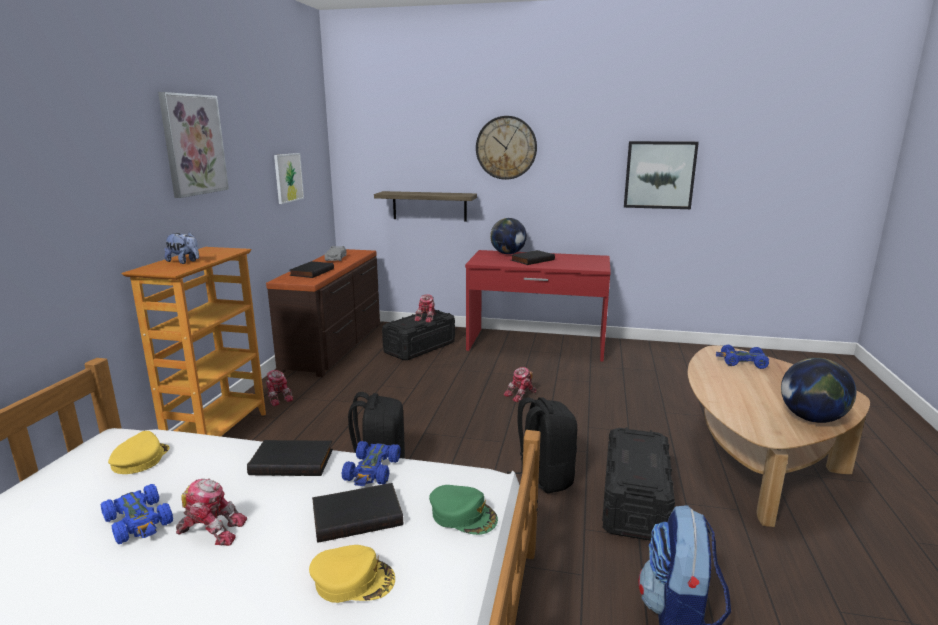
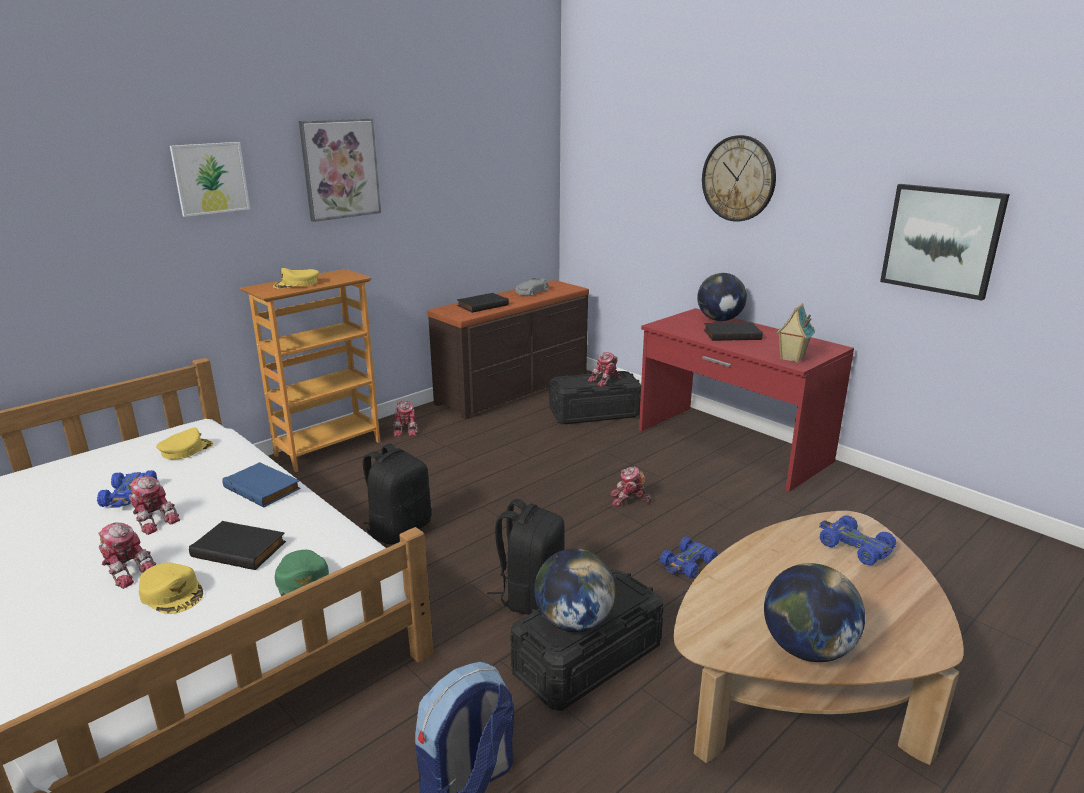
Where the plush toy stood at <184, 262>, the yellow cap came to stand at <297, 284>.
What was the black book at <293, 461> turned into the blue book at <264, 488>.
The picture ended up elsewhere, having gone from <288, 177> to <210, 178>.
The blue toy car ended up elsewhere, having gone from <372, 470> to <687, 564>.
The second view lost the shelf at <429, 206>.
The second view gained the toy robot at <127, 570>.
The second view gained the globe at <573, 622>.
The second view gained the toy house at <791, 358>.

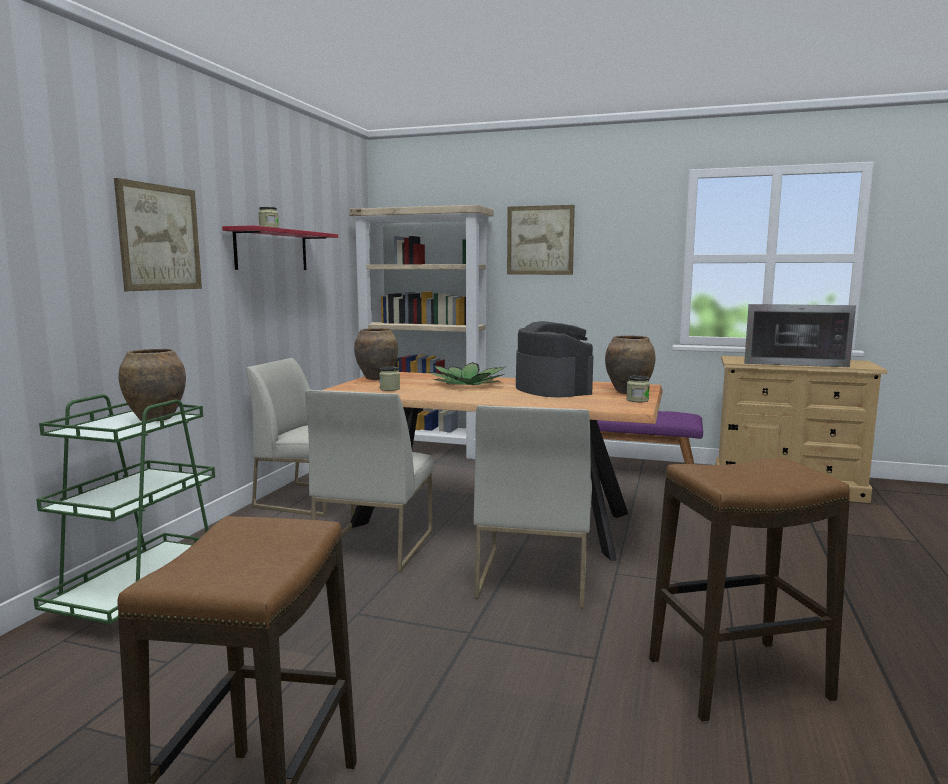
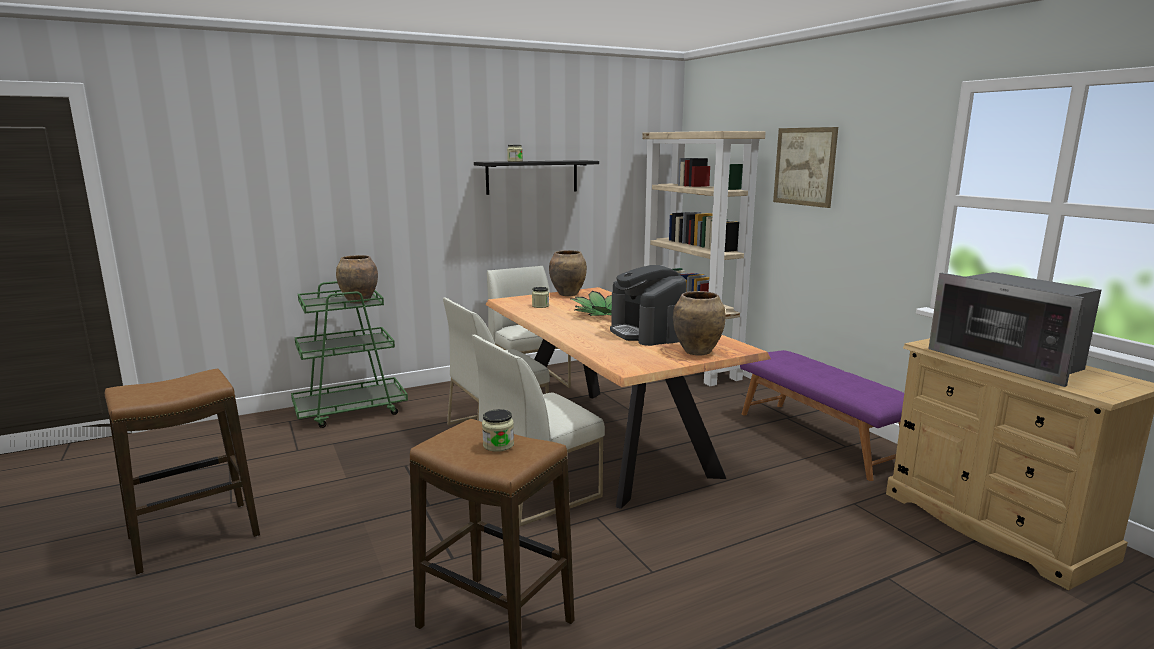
The second view lost the picture at <160, 238>.
What was the red shelf at <272, 250> turned into the black shelf at <532, 177>.
The coffee machine at <552, 389> ended up facing another way, 135 degrees clockwise from before.
The jar ended up elsewhere, having gone from <637, 400> to <498, 445>.

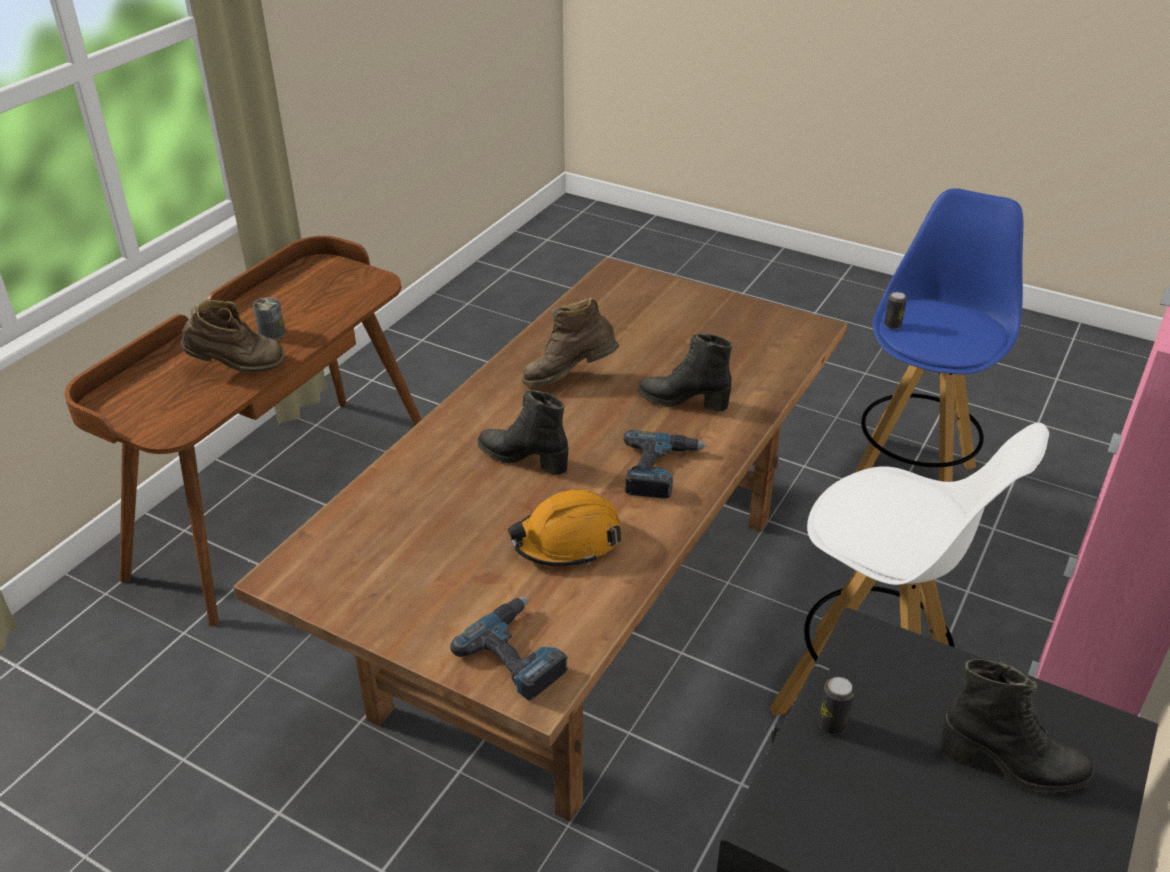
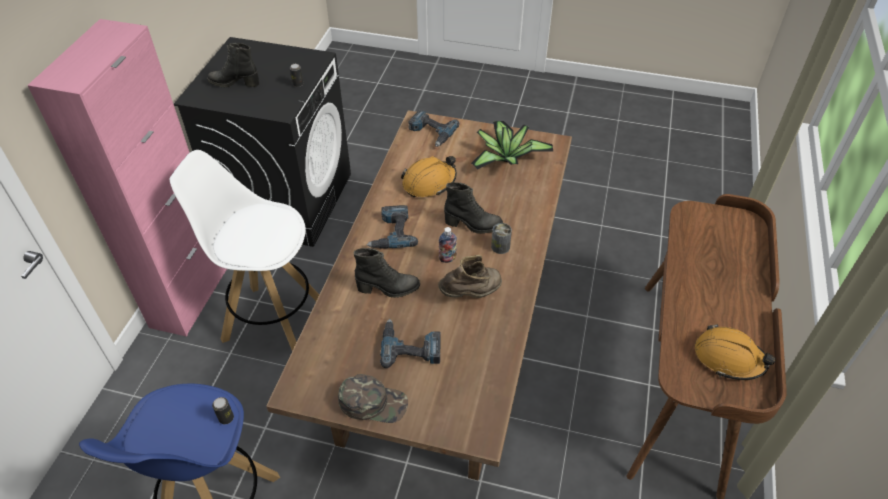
The second view lost the brown boot at <237, 368>.
The can ended up elsewhere, having gone from <272, 333> to <500, 247>.
The second view gained the green cap at <373, 402>.
The second view gained the power drill at <411, 347>.
The second view gained the bottle at <447, 258>.
The second view gained the potted plant at <506, 158>.
The second view gained the orange hard hat at <729, 358>.

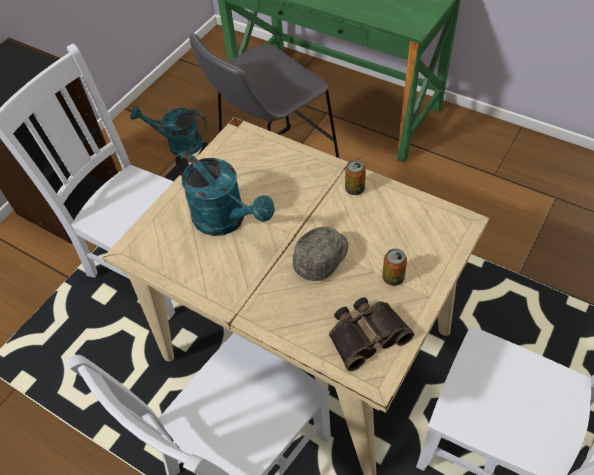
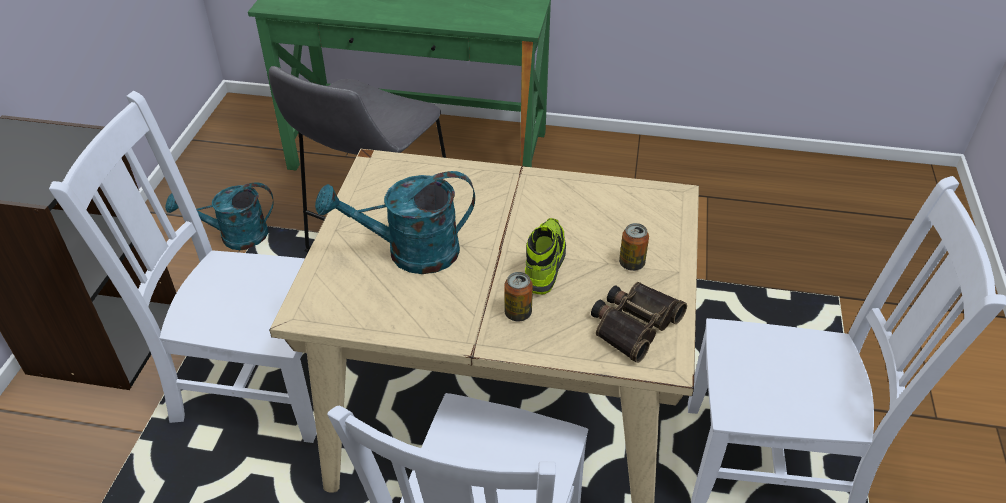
The turquoise watering can at <226, 220> ended up facing another way, 150 degrees clockwise from before.
Where the grey cap stood at <322, 258>, the shoe came to stand at <544, 263>.
The can ended up elsewhere, having gone from <354, 189> to <518, 313>.

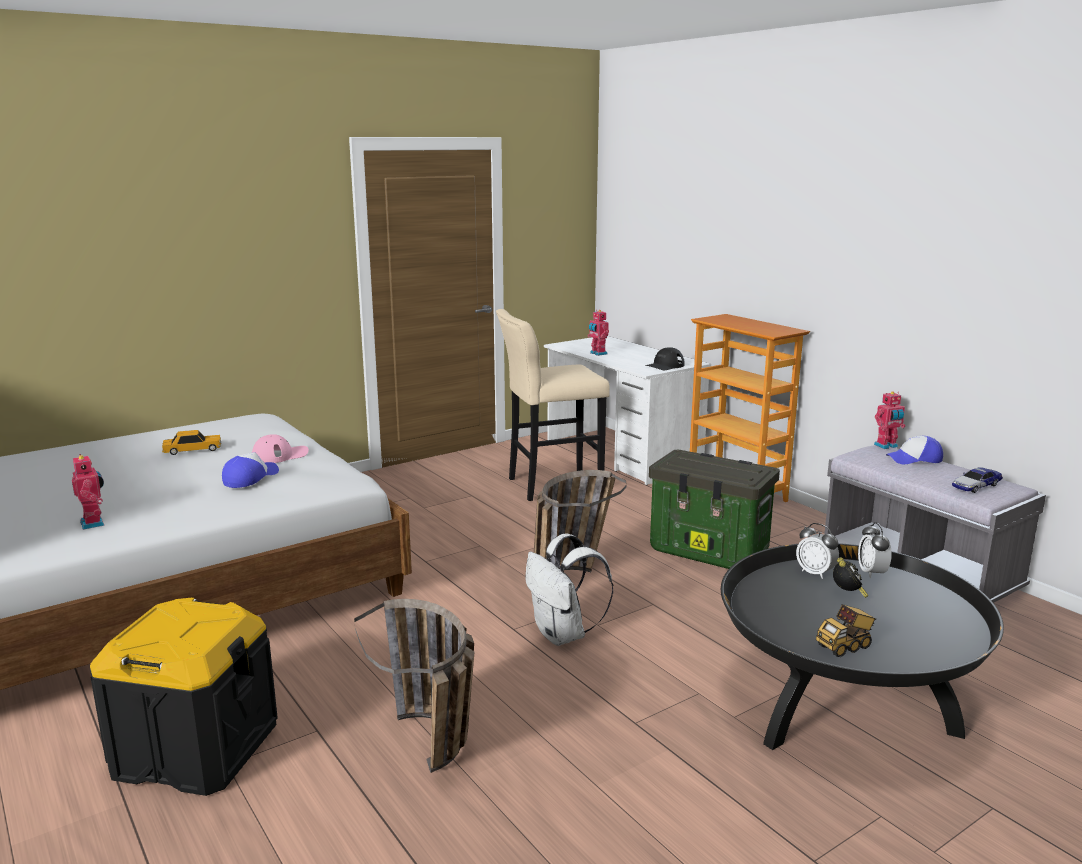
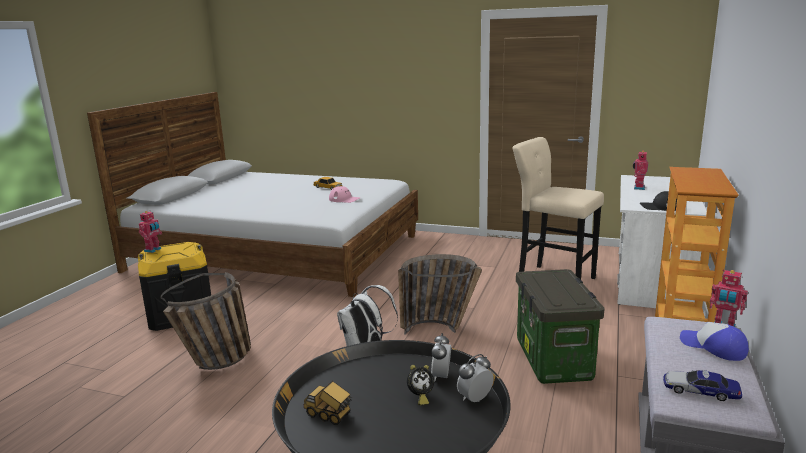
The toy robot ended up elsewhere, having gone from <94, 523> to <153, 250>.
The second view lost the cap at <250, 478>.

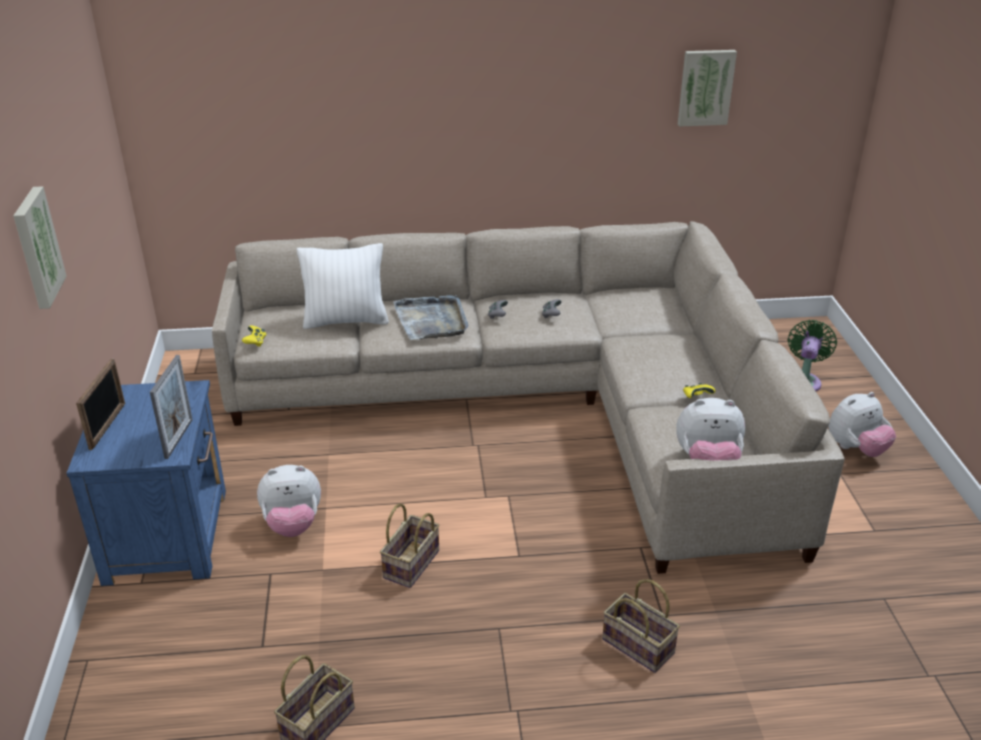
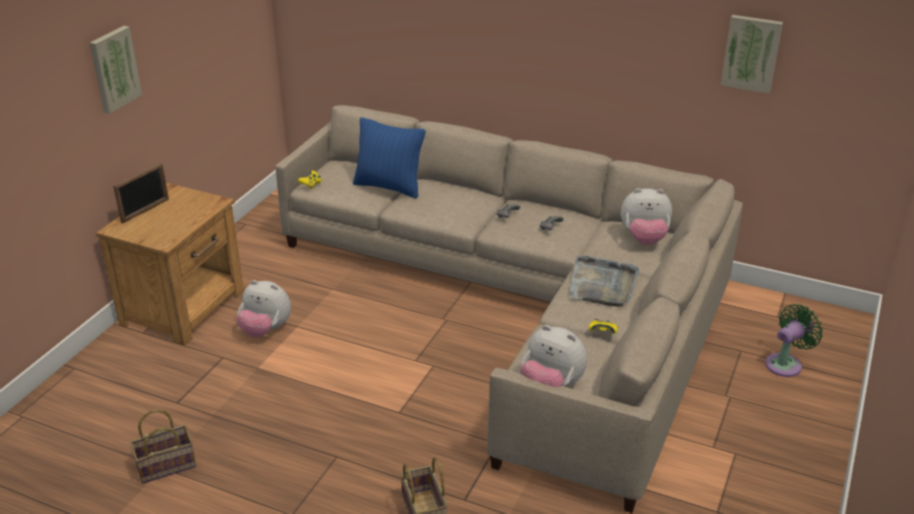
What was the blue nightstand at <169, 534> turned into the brown nightstand at <185, 307>.
The second view lost the picture frame at <179, 438>.
What was the white pillow at <346, 320> turned into the blue pillow at <389, 187>.
The second view lost the basket at <411, 565>.
The grey tray ended up elsewhere, having gone from <432, 320> to <602, 284>.
The plush toy ended up elsewhere, having gone from <856, 449> to <644, 239>.

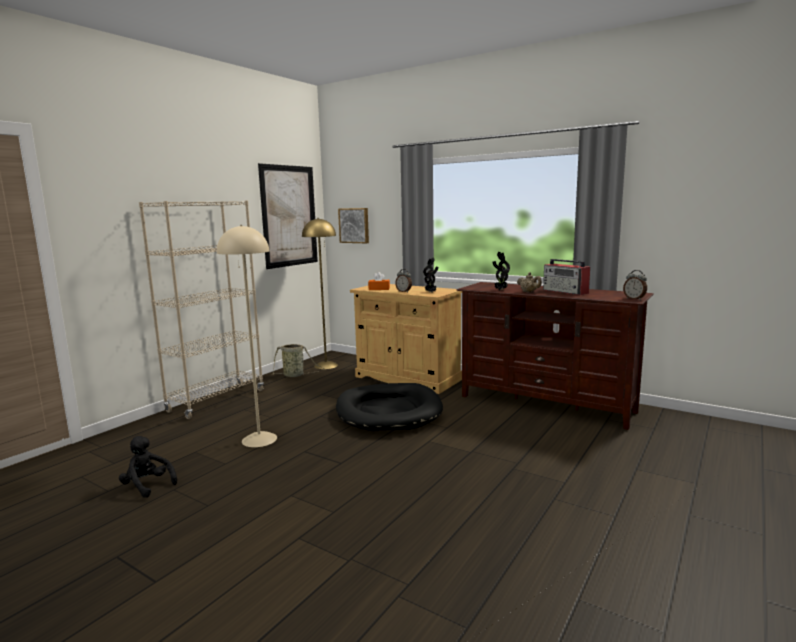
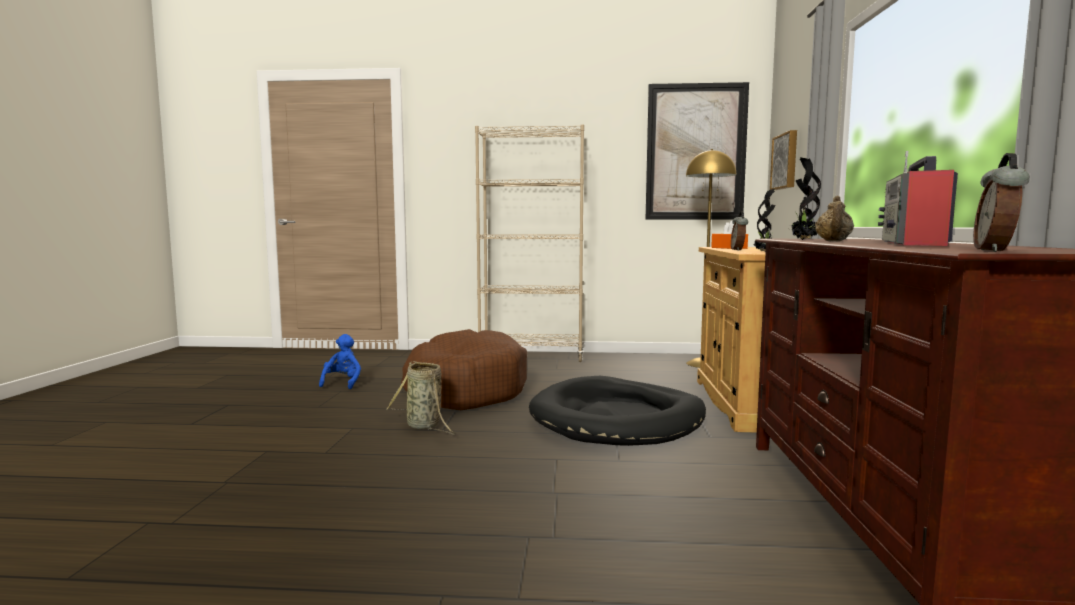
What was the black plush toy at <147, 486> turned into the blue plush toy at <343, 383>.
Where the beige floor lamp stood at <259, 439>, the brown dog bed came to stand at <464, 389>.
The basket ended up elsewhere, having gone from <295, 375> to <425, 426>.

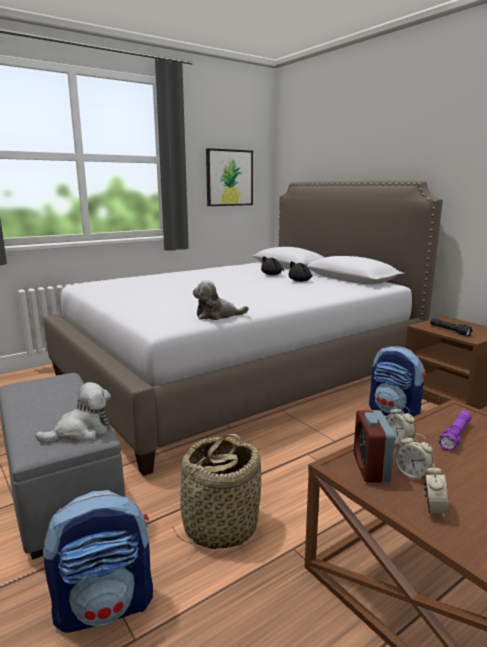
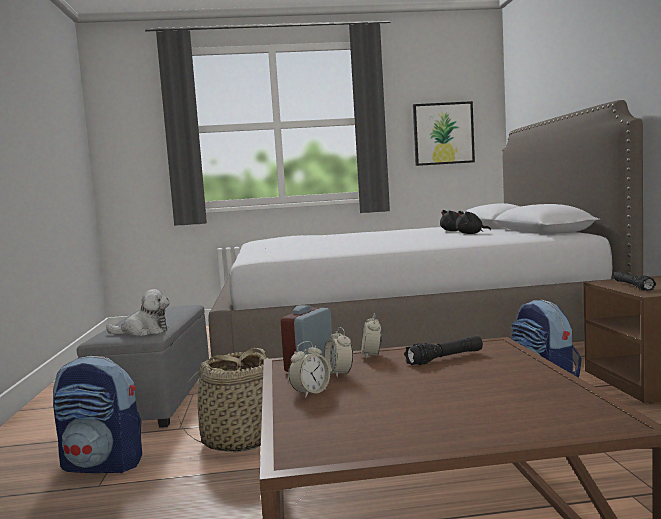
The second view lost the plush toy at <217, 315>.
What was the purple flashlight at <455, 436> turned into the black flashlight at <445, 358>.

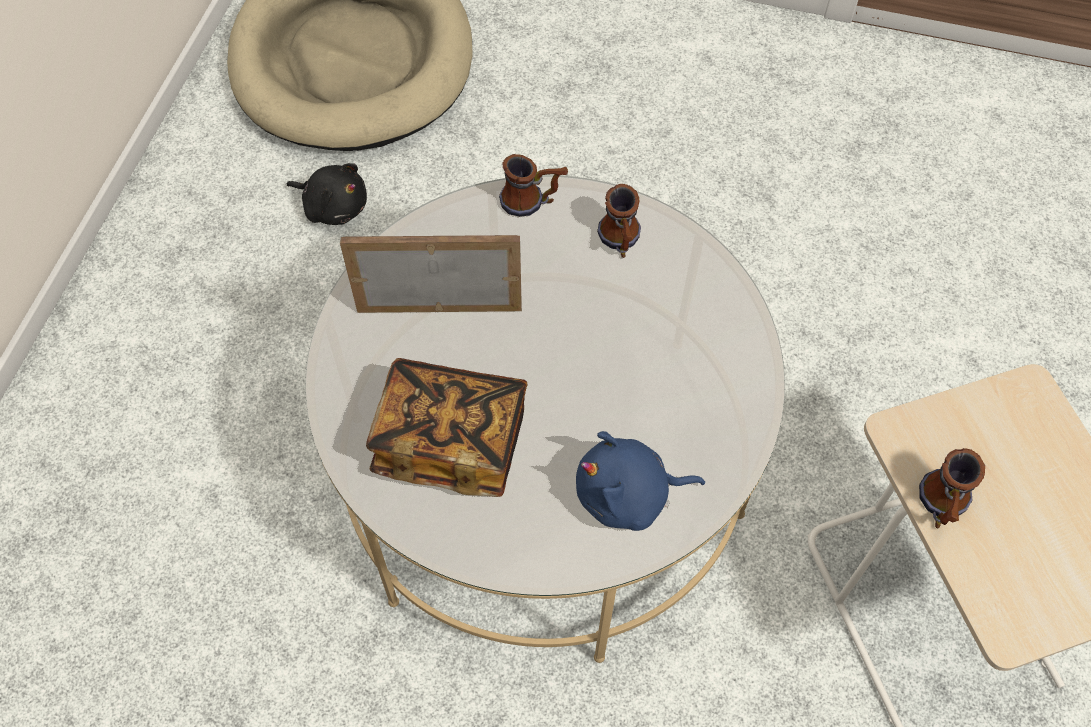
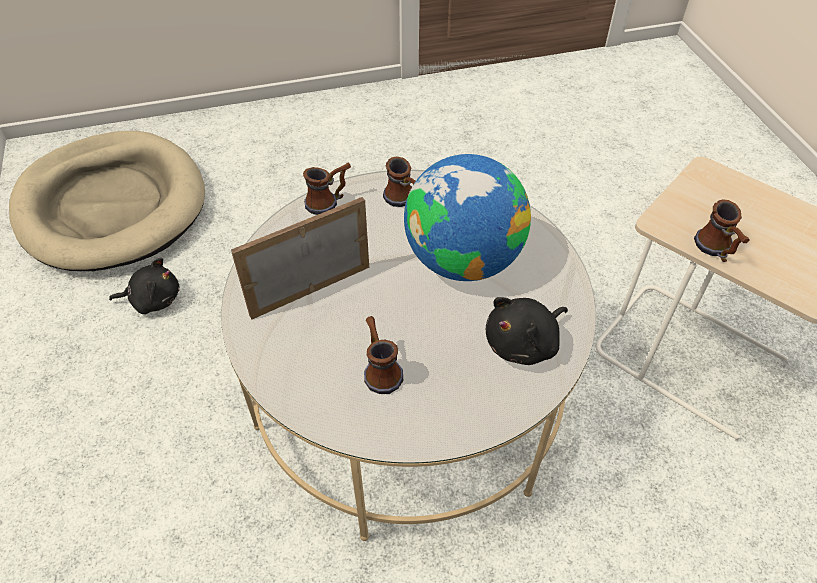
Where the book stood at <451, 441>, the mug came to stand at <380, 369>.
What was the blue plush toy at <628, 495> turned into the black plush toy at <524, 343>.
The second view gained the globe at <462, 260>.

